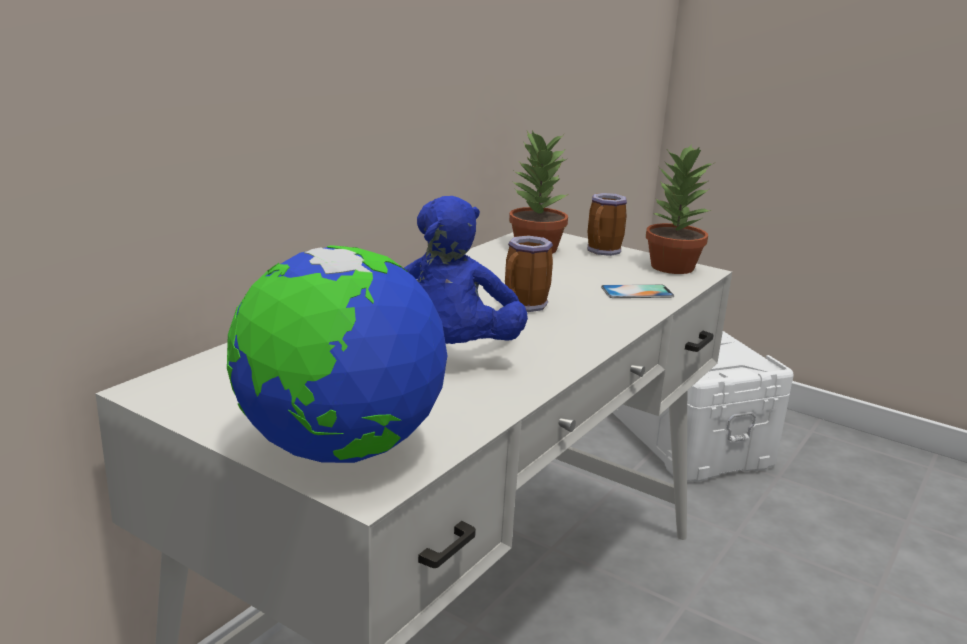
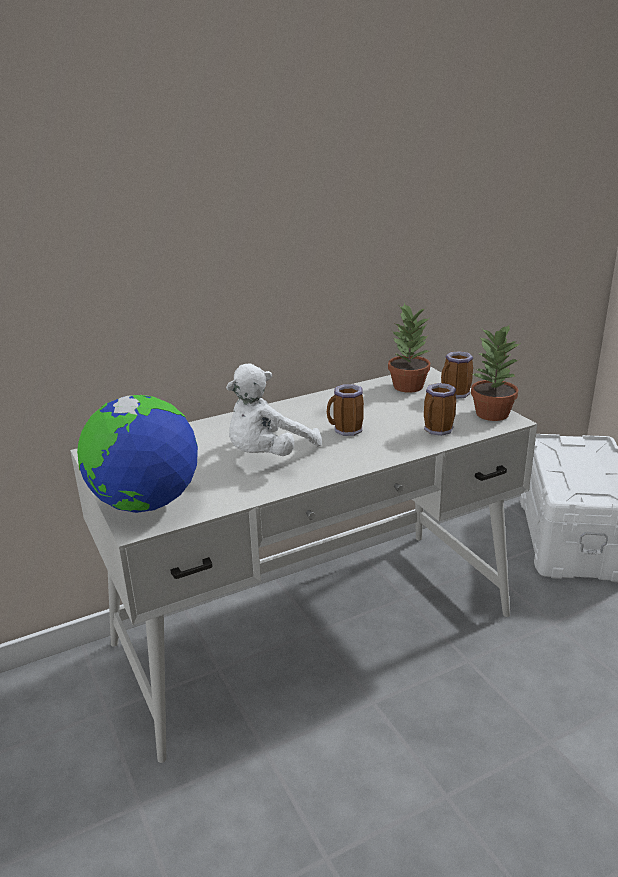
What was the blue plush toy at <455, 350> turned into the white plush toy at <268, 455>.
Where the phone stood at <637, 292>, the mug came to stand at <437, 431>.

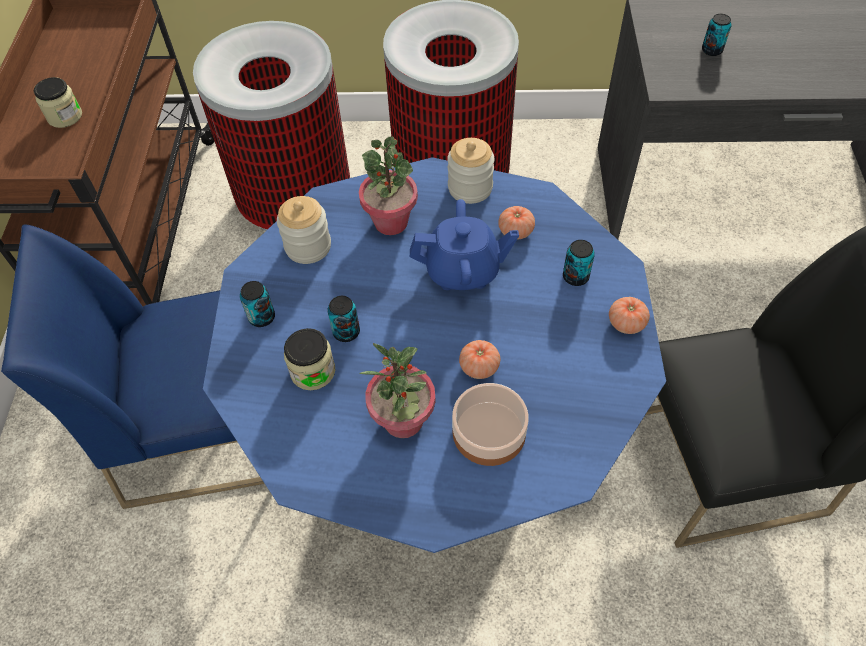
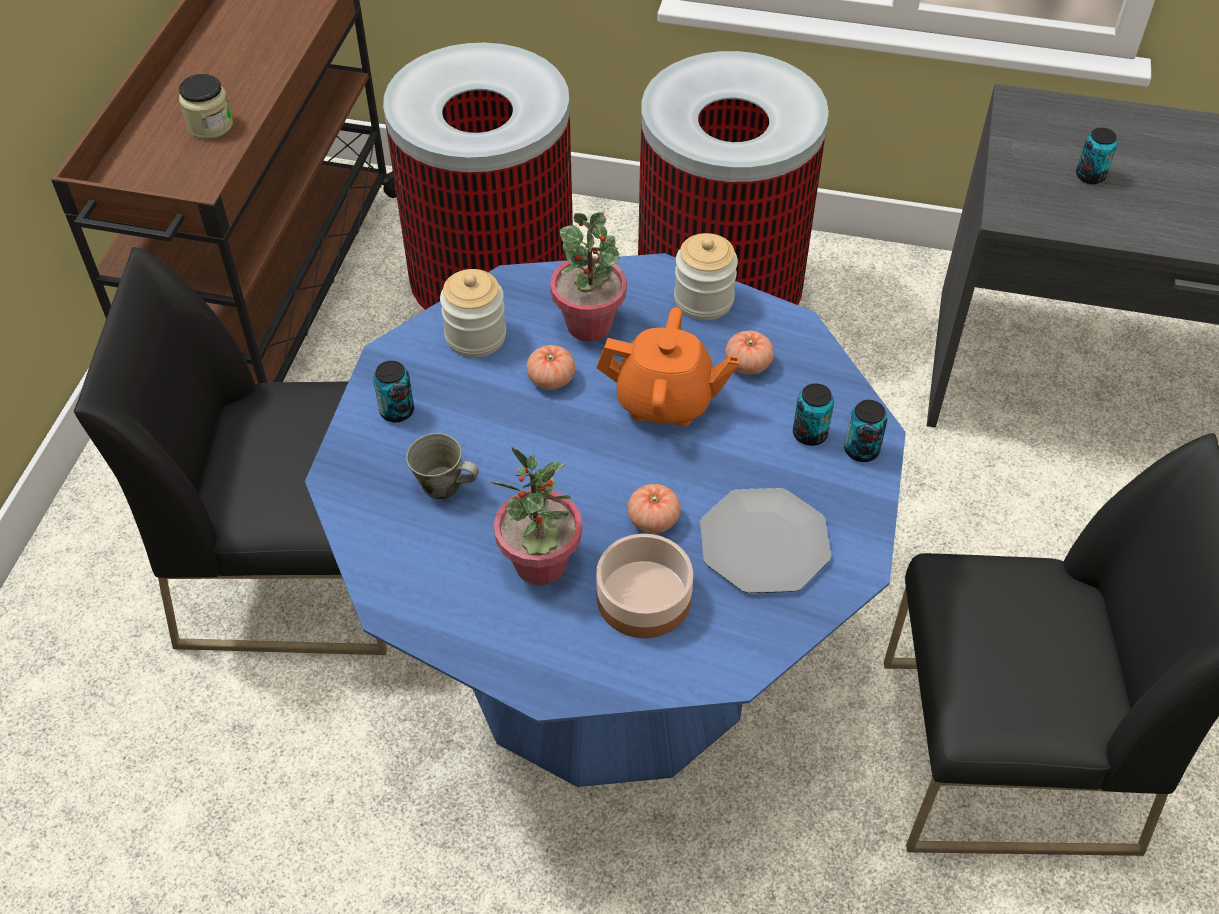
What was the blue chair at <202, 428> turned into the black chair at <299, 568>.
Where the jar stood at <313, 371>, the grey mug came to stand at <443, 486>.
The can ended up elsewhere, having gone from <346, 332> to <861, 450>.
What was the blue teapot at <463, 271> turned into the orange teapot at <665, 401>.
The tomato ended up elsewhere, having gone from <626, 323> to <551, 379>.
The second view gained the plate at <763, 542>.

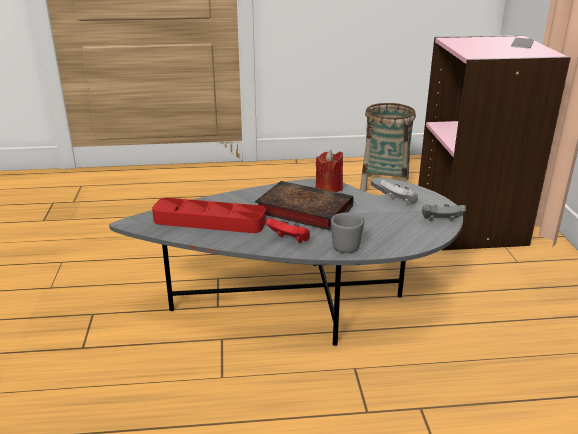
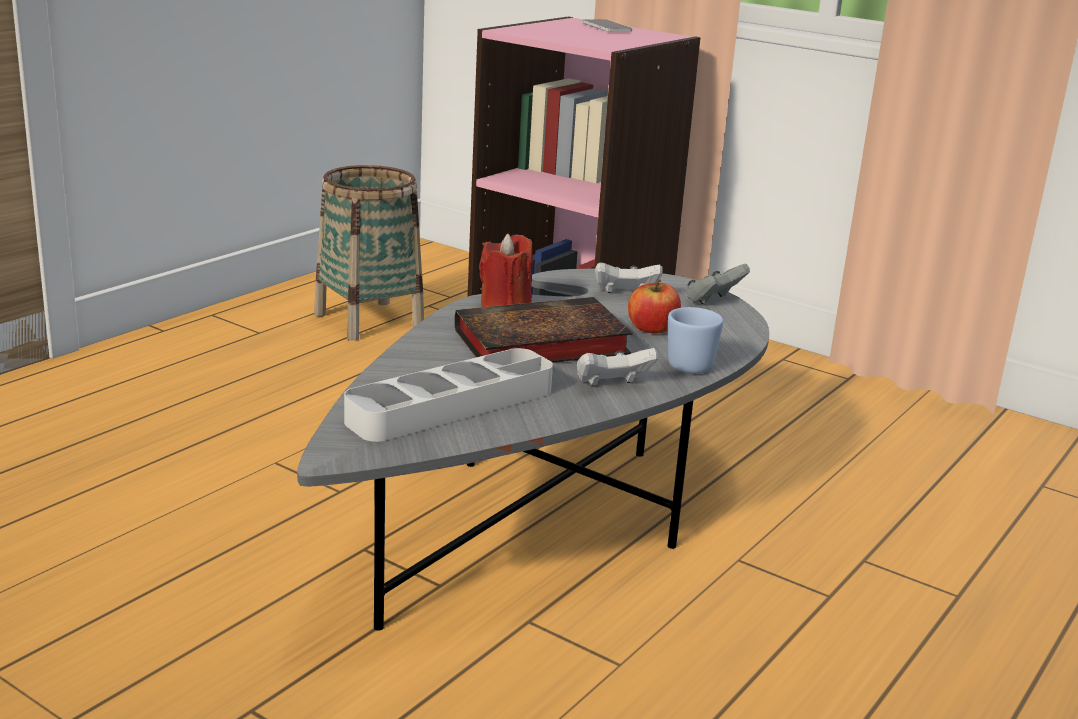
What was the red tray at <209, 221> turned into the grey tray at <451, 405>.
What was the red game controller at <290, 240> turned into the white game controller at <611, 385>.
What was the grey mug at <349, 246> turned into the blue mug at <687, 363>.
The second view gained the apple at <652, 329>.

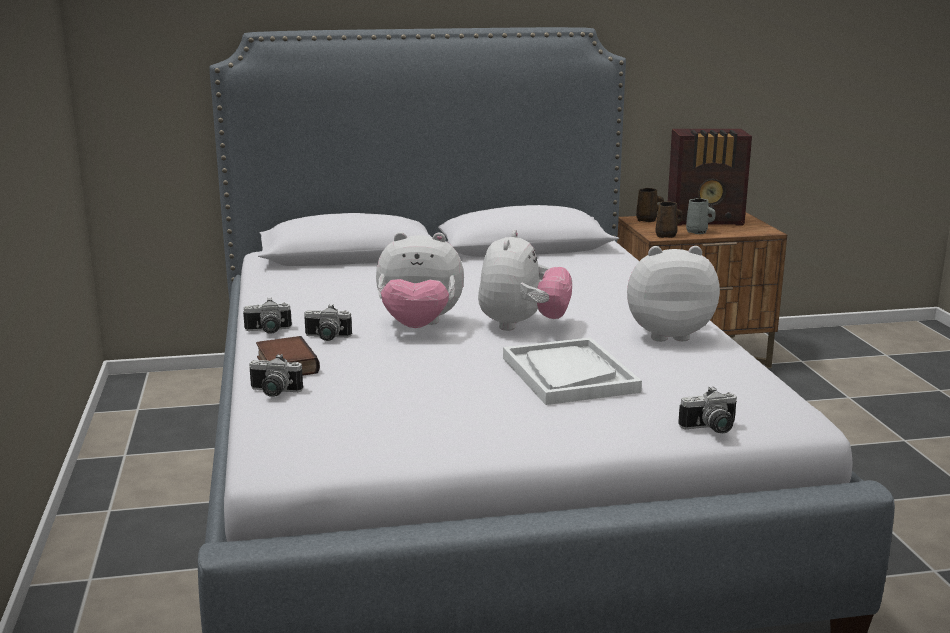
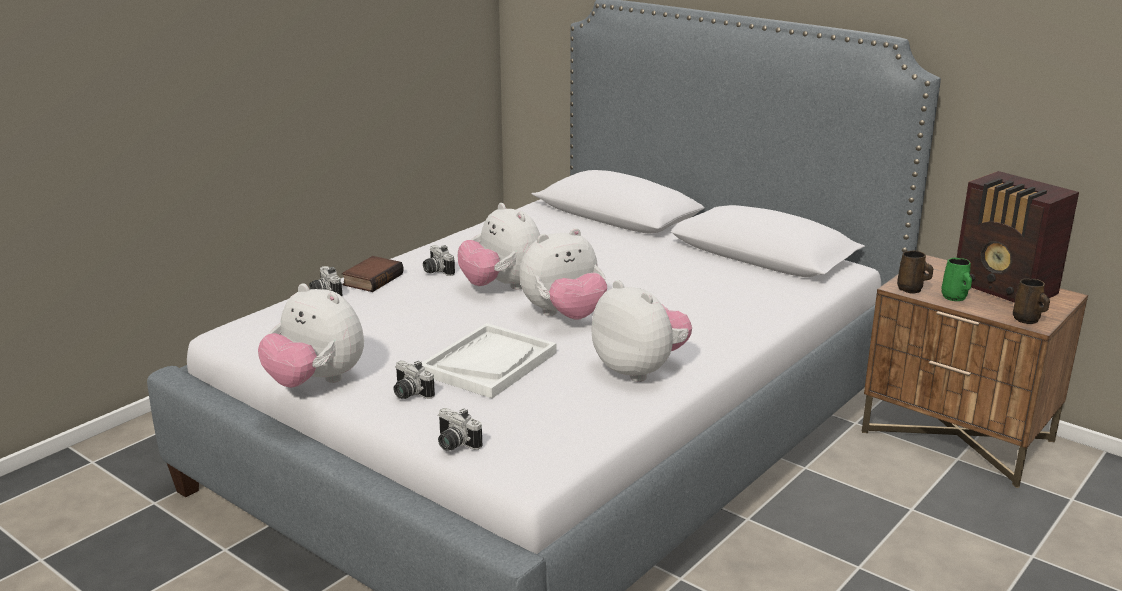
The photo camera ended up elsewhere, having gone from <268, 331> to <408, 394>.
The brown mug ended up elsewhere, having gone from <647, 220> to <1027, 320>.
What was the grey mug at <698, 232> turned into the green mug at <954, 298>.
The second view gained the plush toy at <316, 382>.

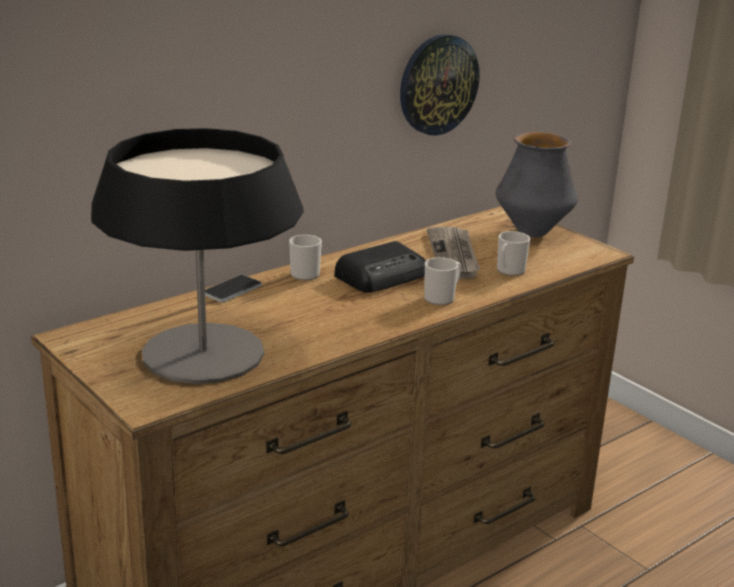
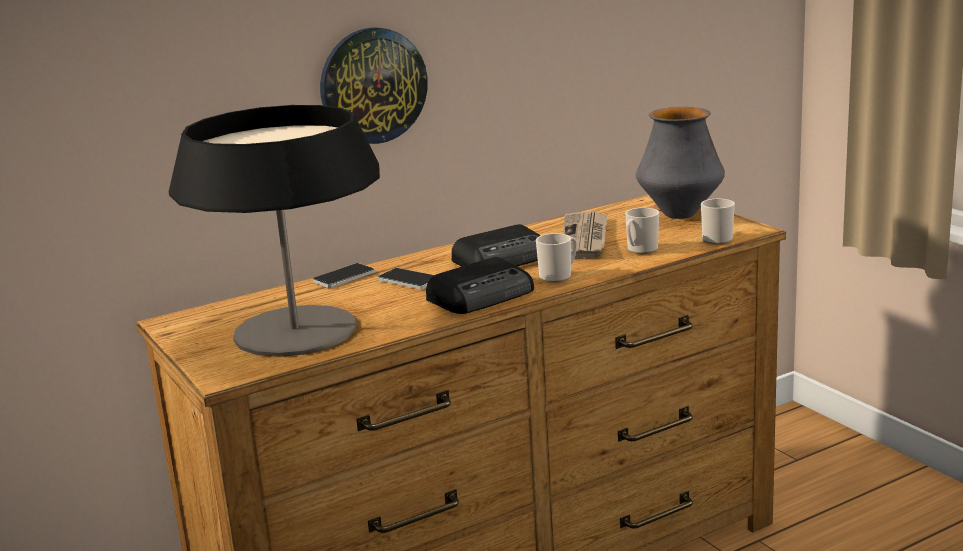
The mug ended up elsewhere, having gone from <304, 273> to <716, 238>.
The wall clock ended up elsewhere, having gone from <438, 84> to <373, 85>.
The second view gained the phone at <408, 280>.
The second view gained the radio at <483, 295>.

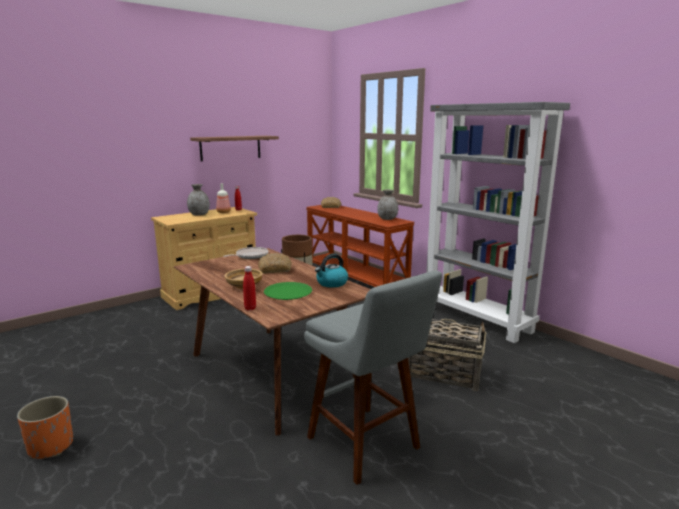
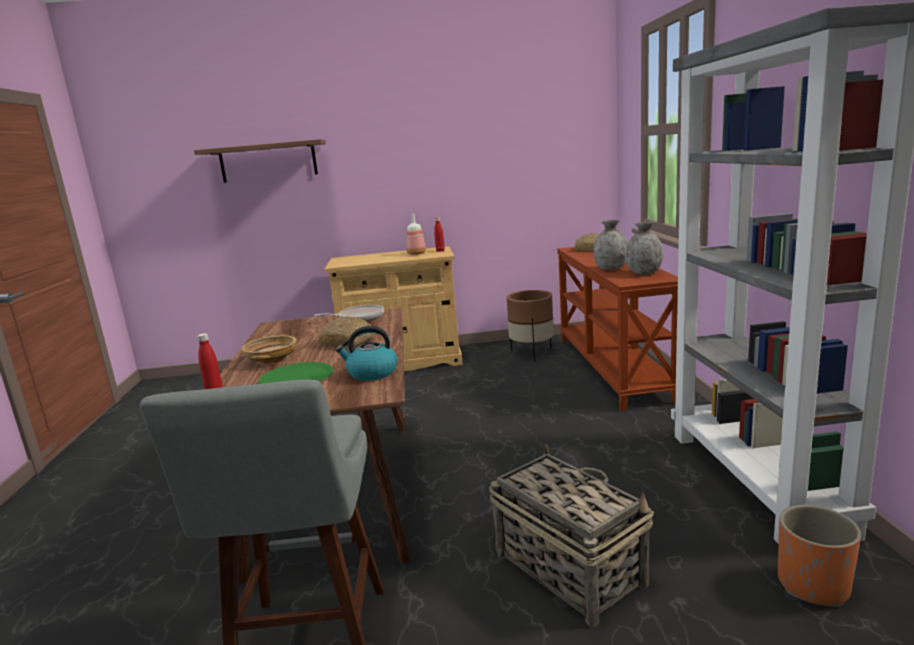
The orange planter ended up elsewhere, having gone from <51, 446> to <812, 585>.
The grey vase ended up elsewhere, having gone from <199, 214> to <611, 268>.
The shelf ended up elsewhere, having gone from <230, 148> to <268, 161>.

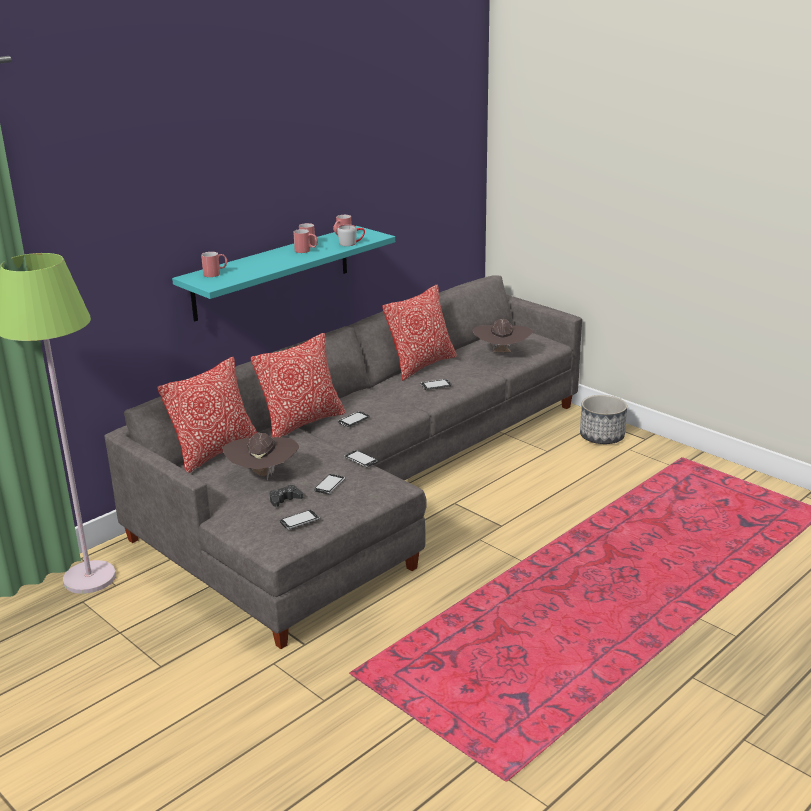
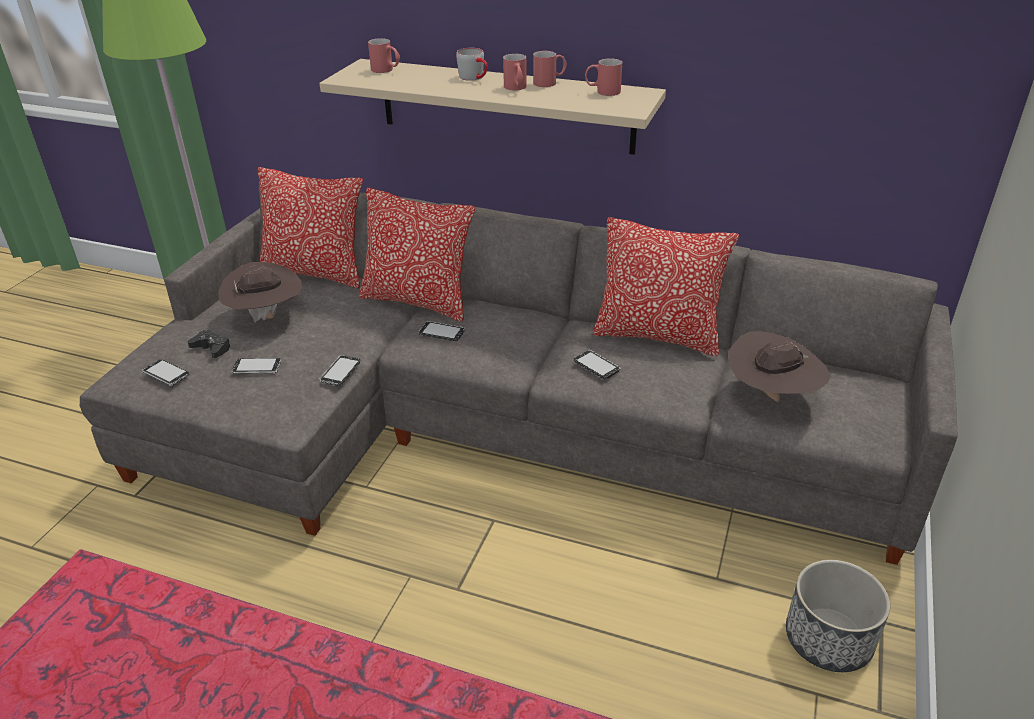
What was the turquoise shelf at <272, 272> turned into the beige shelf at <505, 106>.
The grey mug ended up elsewhere, having gone from <351, 243> to <475, 78>.

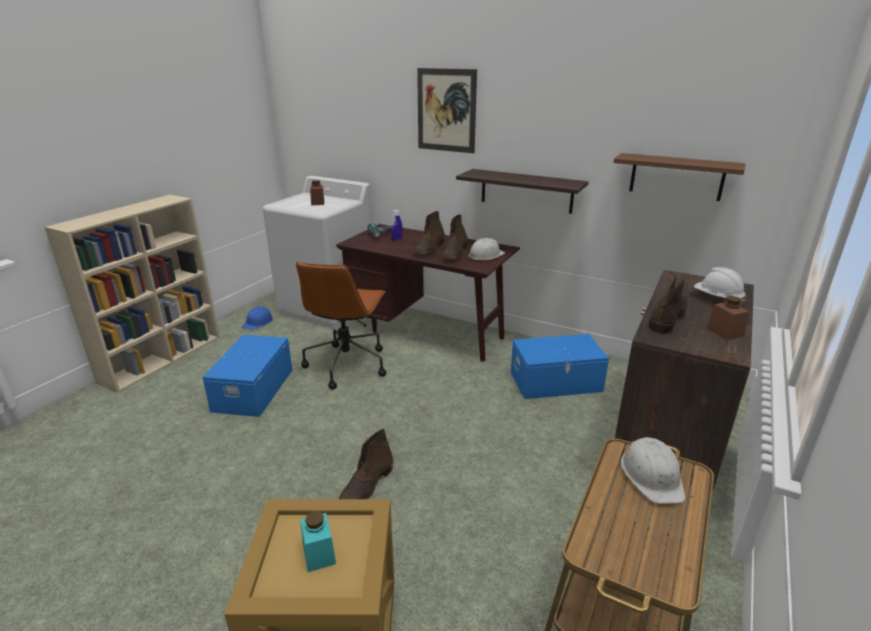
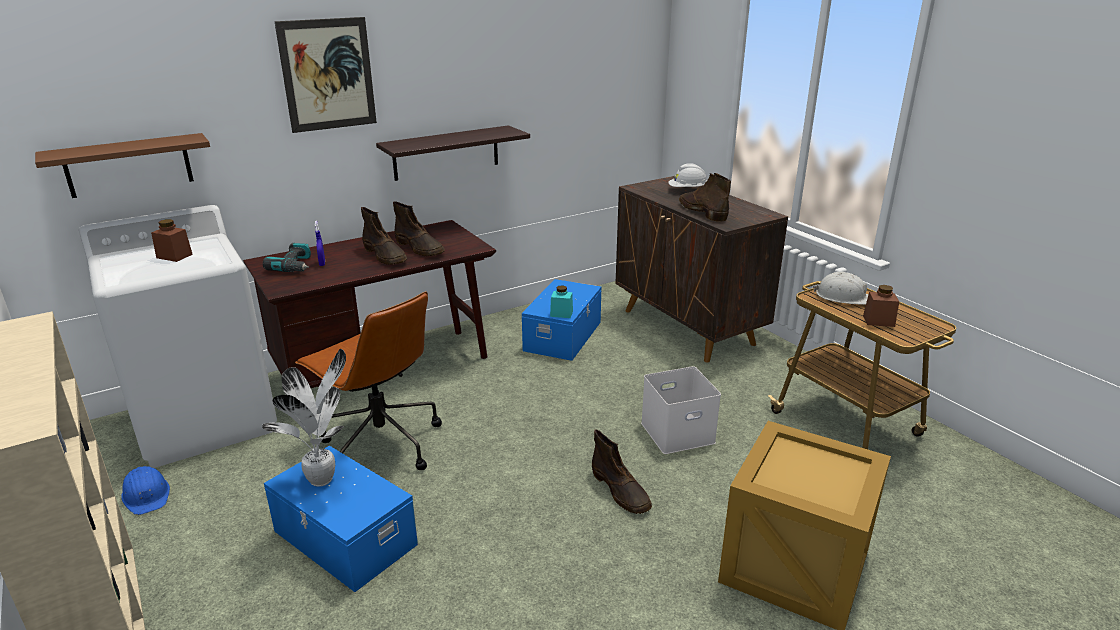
The turquoise jar ended up elsewhere, having gone from <319, 554> to <561, 313>.
The second view lost the white hard hat at <485, 255>.
The brown shelf ended up elsewhere, having gone from <676, 177> to <128, 165>.
The brown jar ended up elsewhere, having gone from <724, 332> to <878, 321>.
The second view gained the potted plant at <324, 479>.
The second view gained the white storage box at <677, 433>.

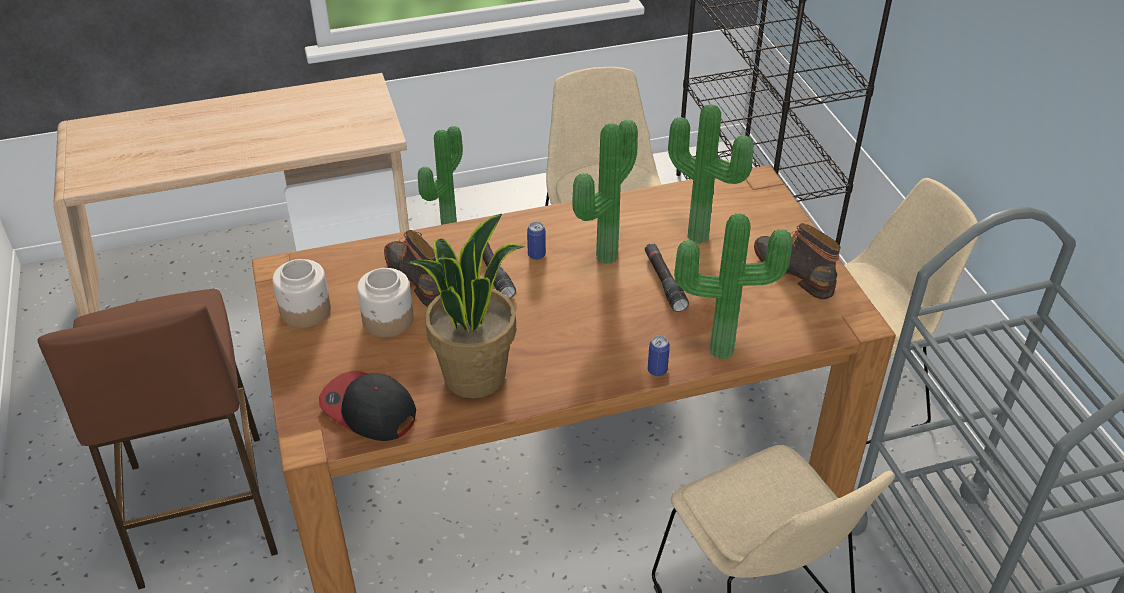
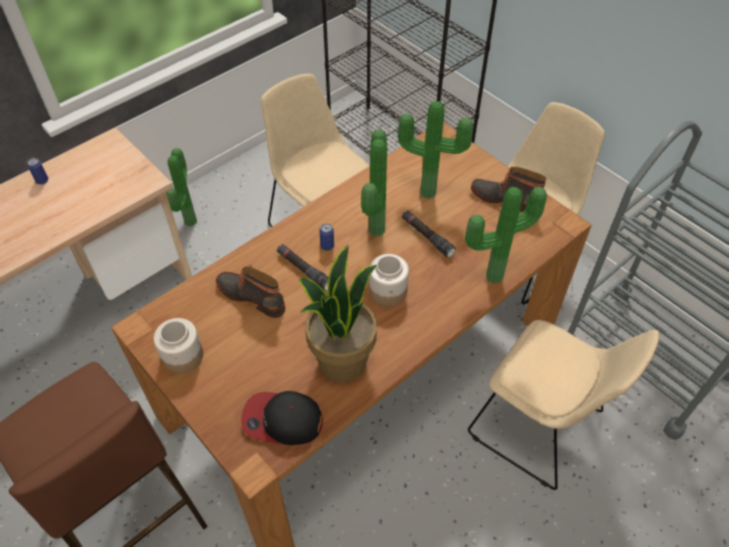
The jar ended up elsewhere, having gone from <388, 320> to <388, 291>.
The can ended up elsewhere, having gone from <657, 370> to <42, 180>.

